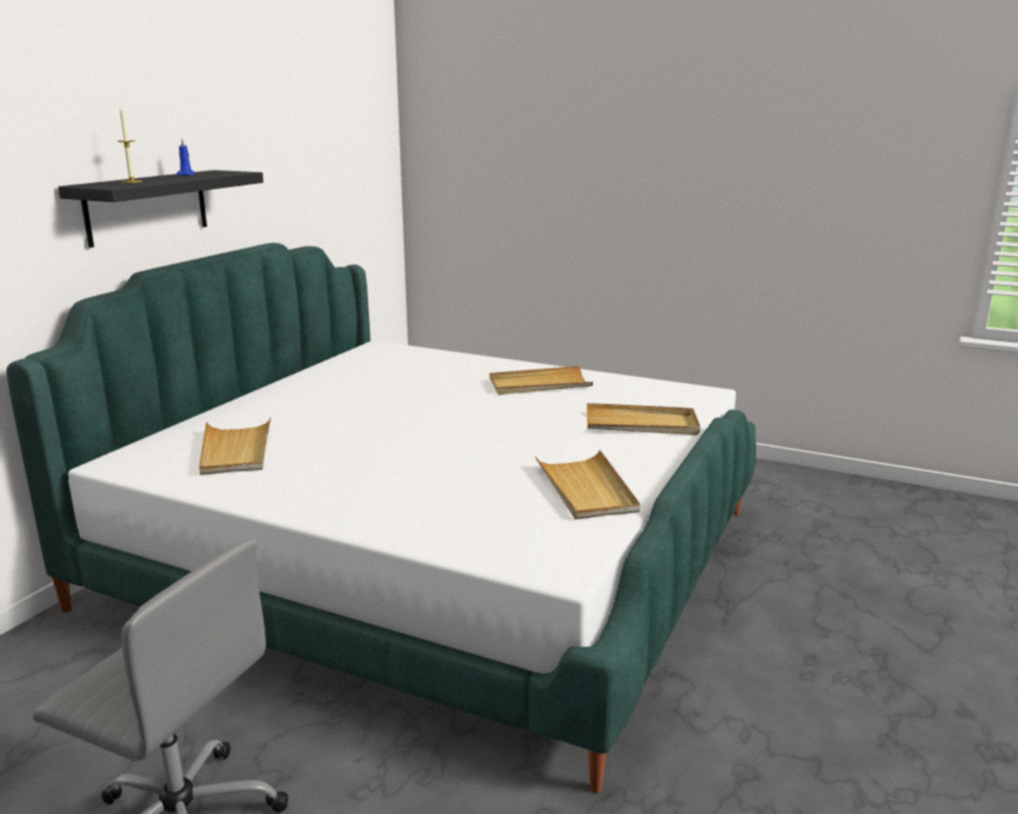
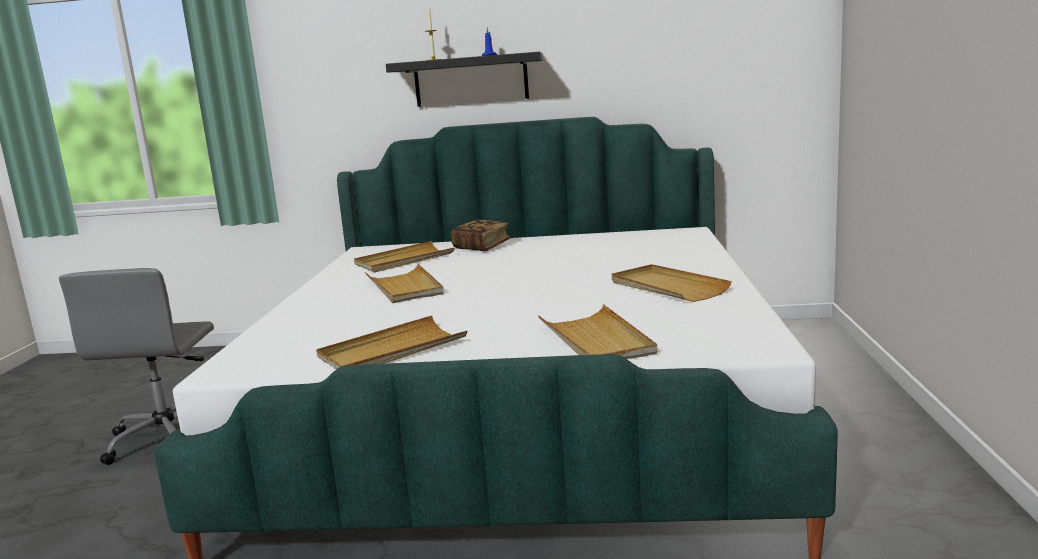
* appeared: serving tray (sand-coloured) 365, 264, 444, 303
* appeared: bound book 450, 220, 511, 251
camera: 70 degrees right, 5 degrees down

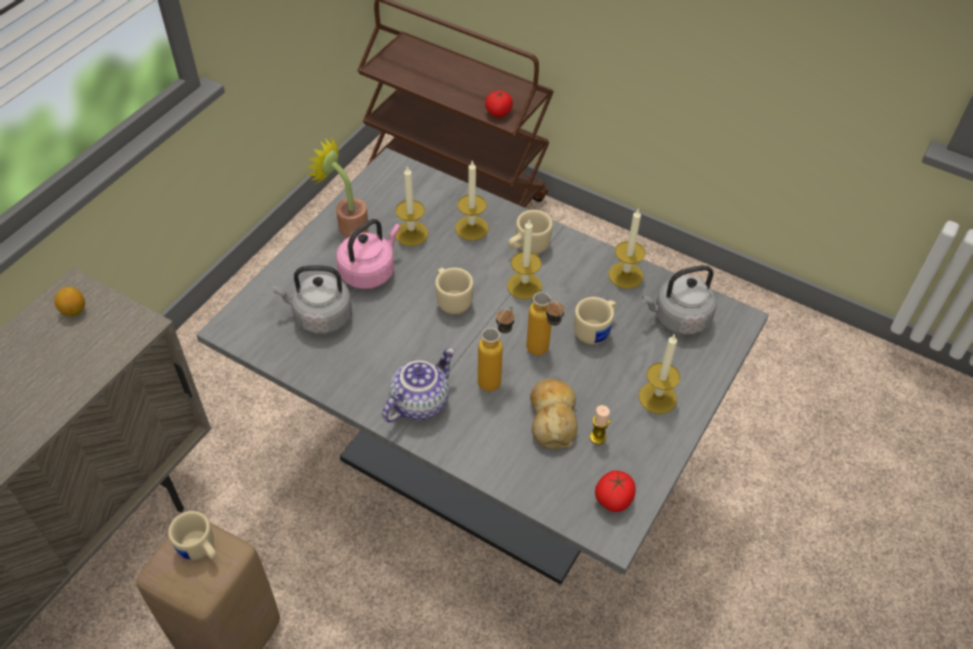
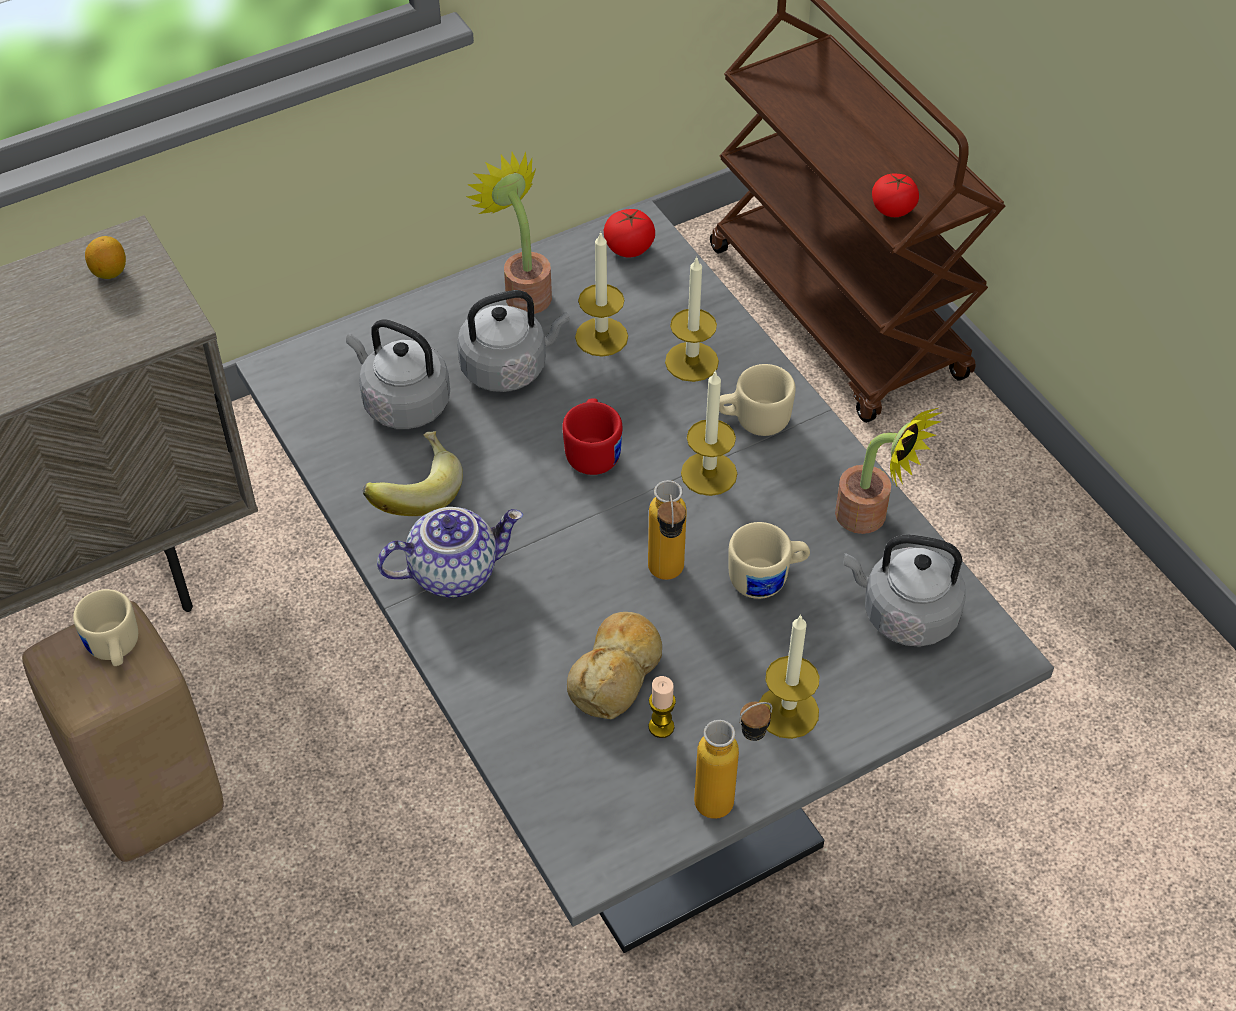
* appeared: banana 362, 431, 463, 516
* relocated: beverage bottle 478, 307, 514, 391 to 694, 702, 772, 819
* relocated: tomato 595, 470, 636, 512 to 604, 209, 655, 257
* exchanged: candle 608, 208, 645, 289 to houseplant 835, 408, 943, 534
* colour: water kettle (pinkish) 336, 219, 400, 289 to water kettle (greyish) 457, 290, 570, 392
* colour: mug (sand-coloured) 435, 268, 474, 314 to mug (red-coloured) 563, 398, 622, 475
camera: 30 degrees right, 0 degrees up

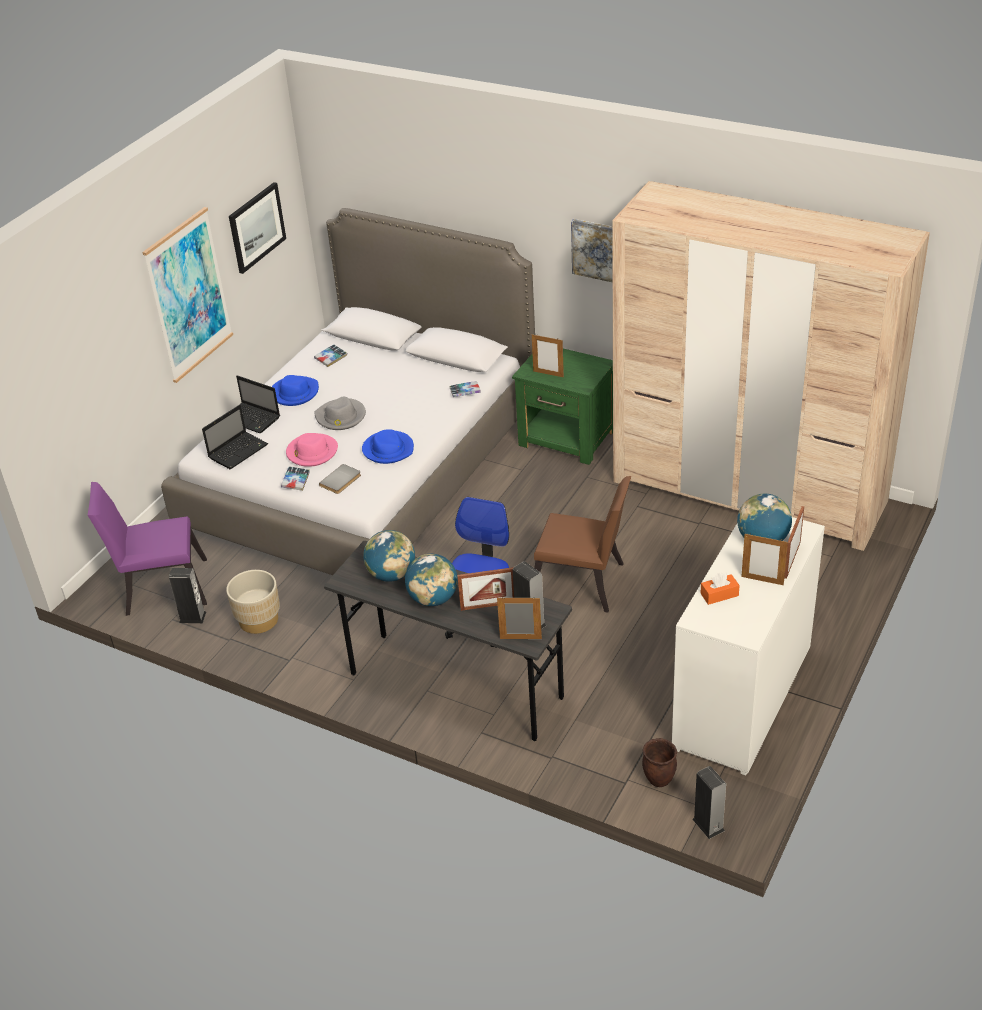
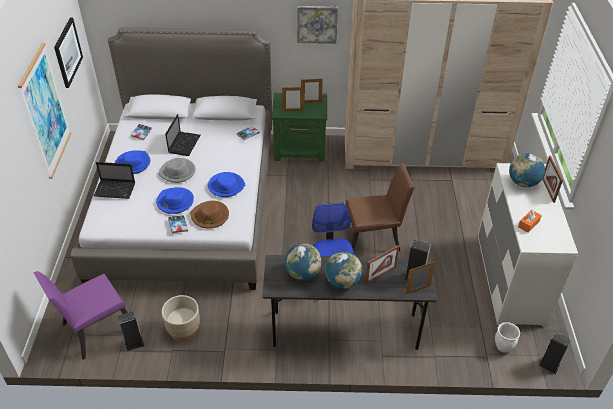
* relocated: notebook computer 202, 405, 268, 469 to 165, 114, 200, 156
* relocated: photo frame 741, 534, 788, 585 to 301, 79, 323, 103
* exchanged: bound book (greyish) 319, 464, 361, 494 to wearable hat (brown) 190, 201, 229, 229
* colour: wearable hat (pinkish) 286, 433, 338, 467 to wearable hat (blue-coloured) 156, 187, 194, 214
* colour: planter (brown) 642, 738, 677, 787 to planter (white) 495, 322, 520, 353
camera: 30 degrees left, 5 degrees up

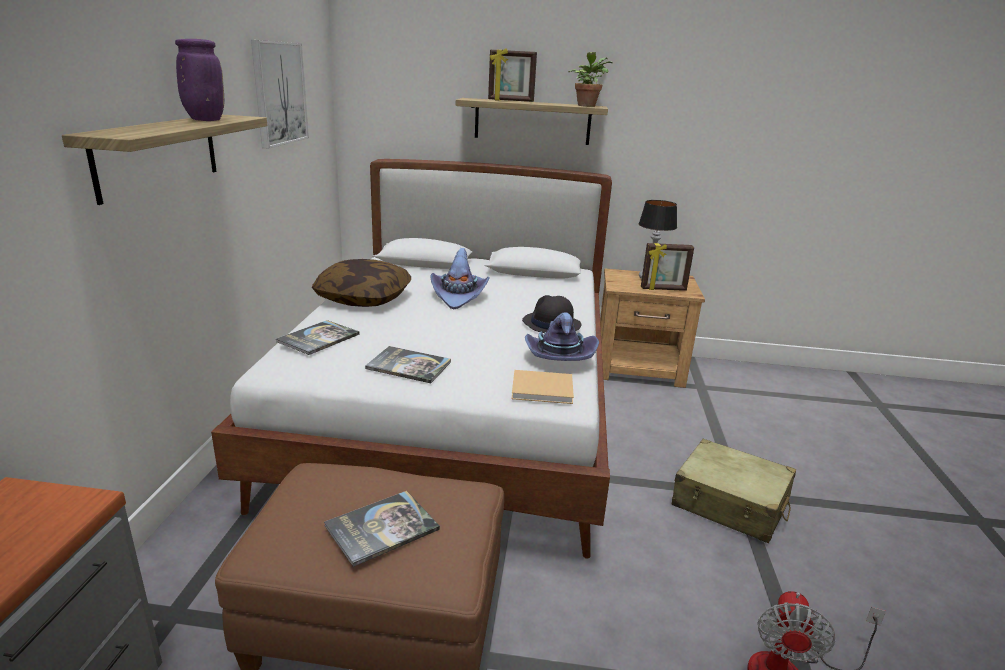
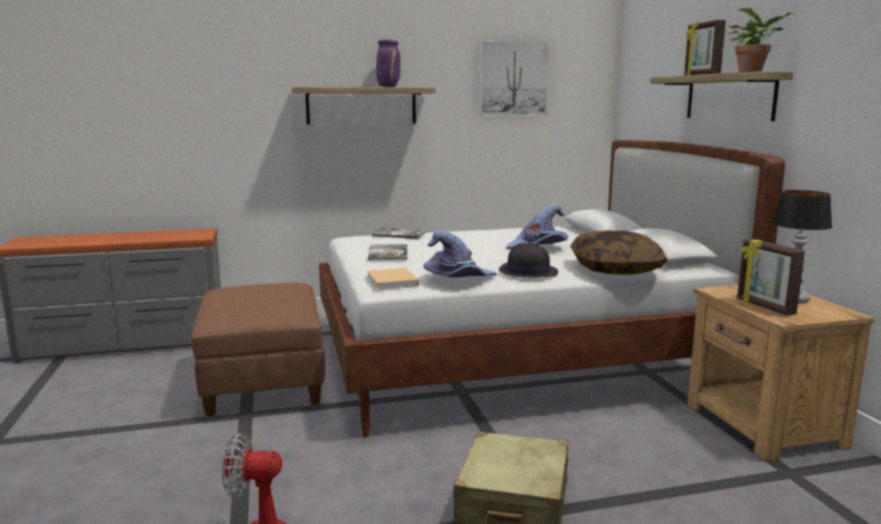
* missing: bound book 324, 491, 440, 567
* relocated: pillow 312, 259, 411, 307 to 570, 230, 667, 275
camera: 70 degrees right, 10 degrees down

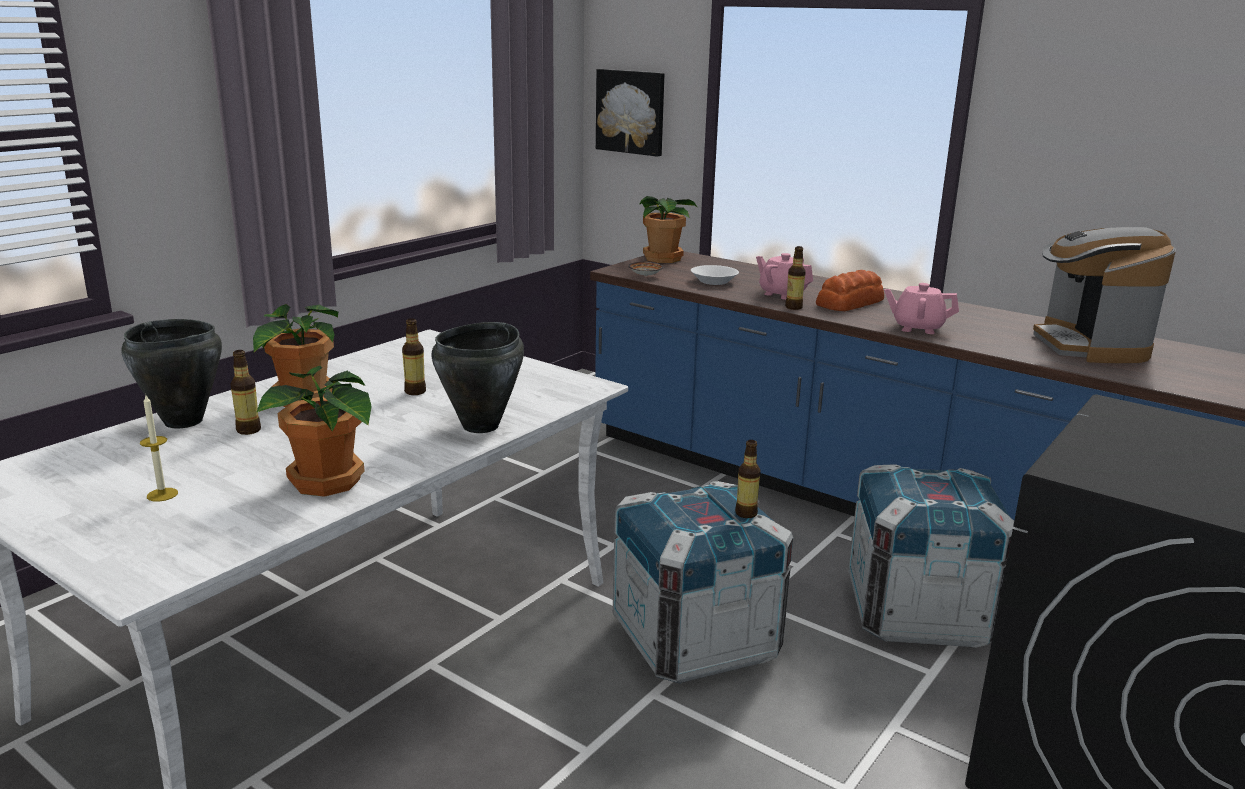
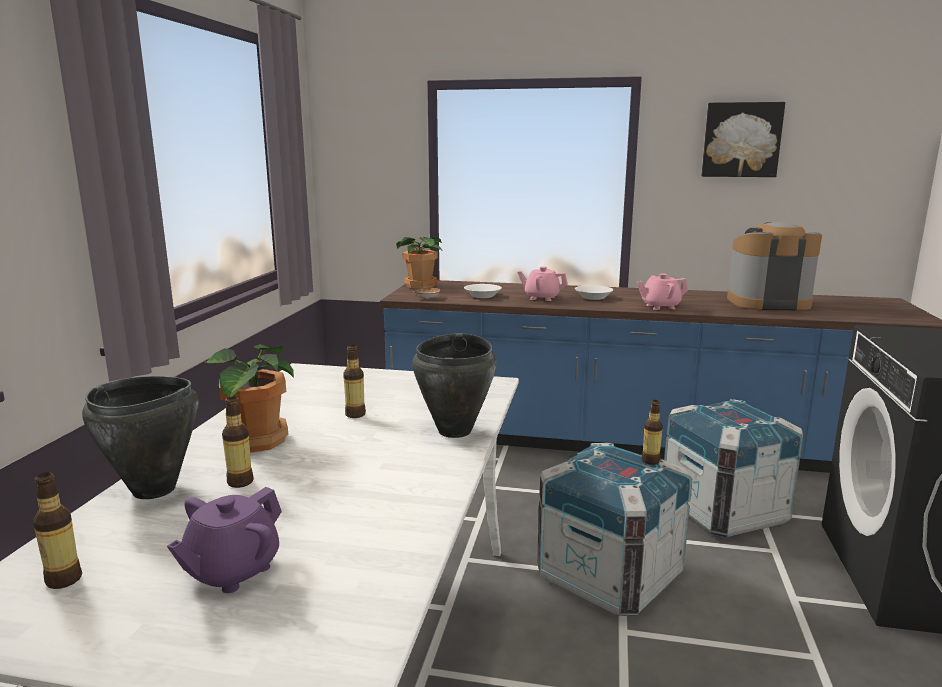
* missing: houseplant 257, 366, 372, 497
* relocated: wall picture 596, 69, 665, 157 to 701, 102, 785, 177
* relocated: beverage bottle 785, 246, 806, 310 to 33, 472, 82, 589
* exchanged: candle 140, 395, 178, 502 to pot for tea (purple) 167, 487, 282, 593
* exchanged: baked bread 816, 270, 884, 311 to serving bowl (white) 575, 285, 613, 300
* spun: coffee machine 1033, 227, 1176, 363 = 727, 222, 822, 310 120 degrees clockwise
camera: 25 degrees left, 5 degrees down

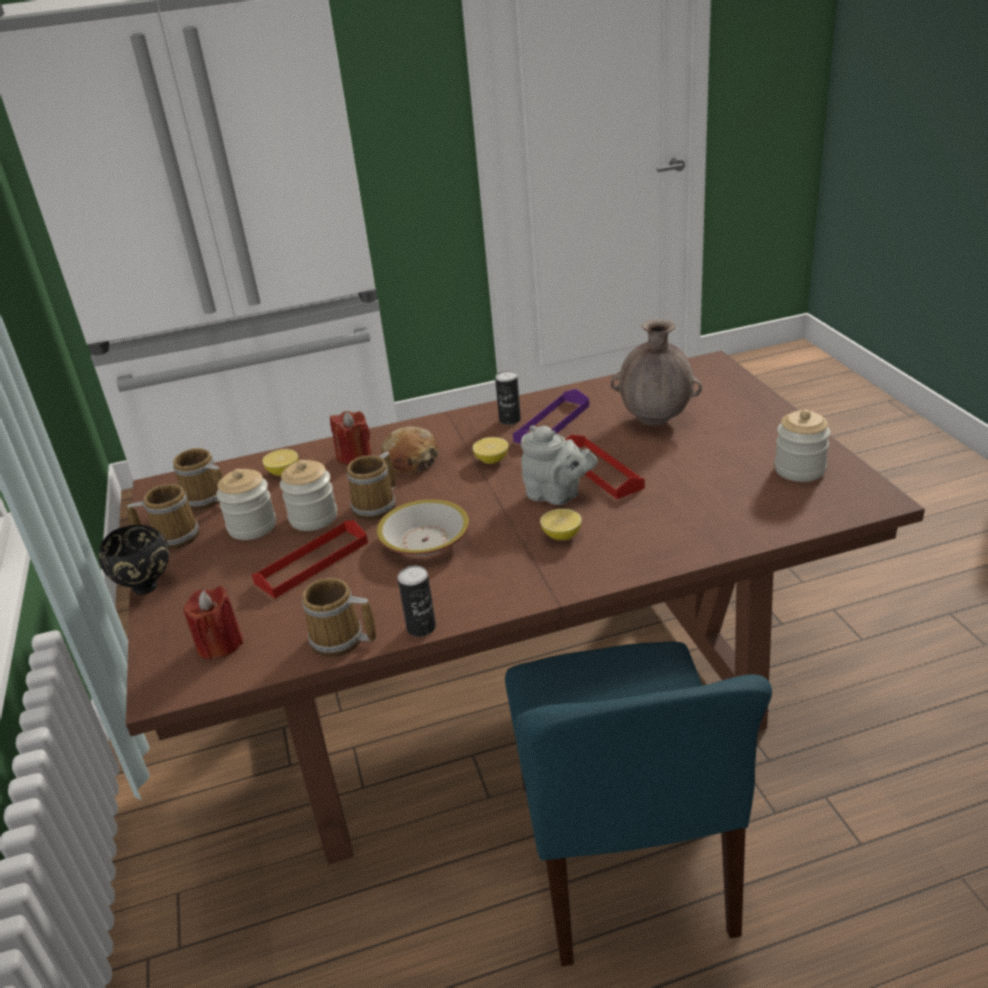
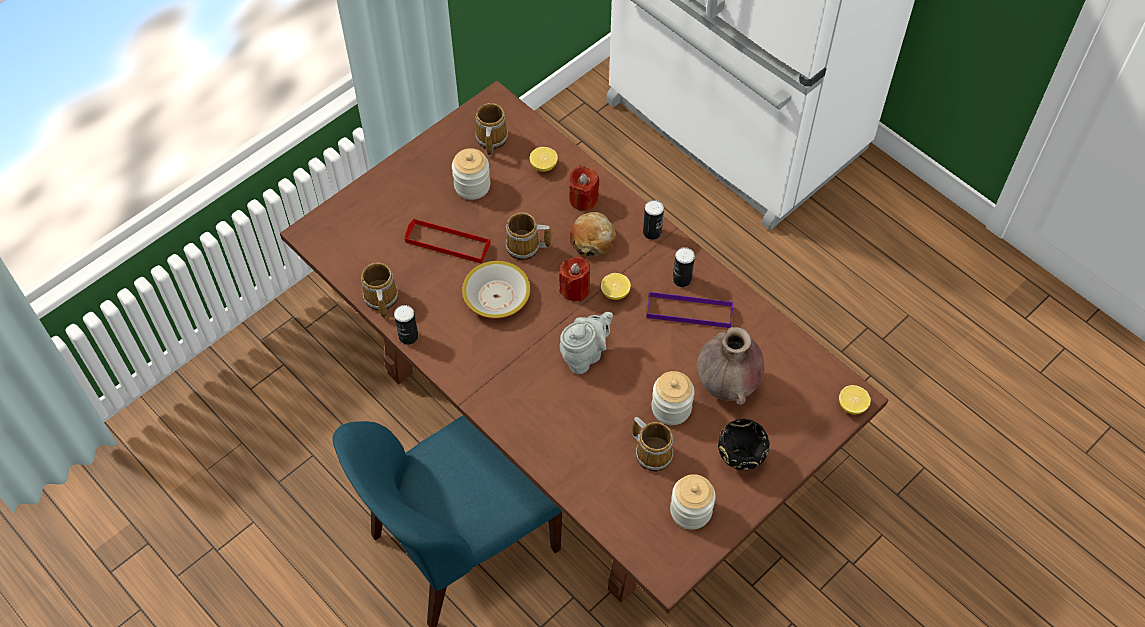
* missing: serving tray (red-coloured) 565, 434, 645, 499
* appeared: can 643, 200, 664, 240
* relocated: serving bowl (black) 99, 525, 170, 595 to 718, 419, 770, 471
* relocated: mug 126, 484, 199, 550 to 632, 417, 674, 472
* relocated: candle (red-coloured) 183, 586, 243, 661 to 559, 256, 590, 301
* relocated: jar 280, 460, 337, 531 to 651, 371, 694, 425
* relocated: lemon 540, 509, 582, 540 to 839, 385, 871, 415
* spun: pot for tea (greyish) 521, 425, 598, 505 = 560, 312, 613, 374 135 degrees counterclockwise
camera: 60 degrees right, 25 degrees up

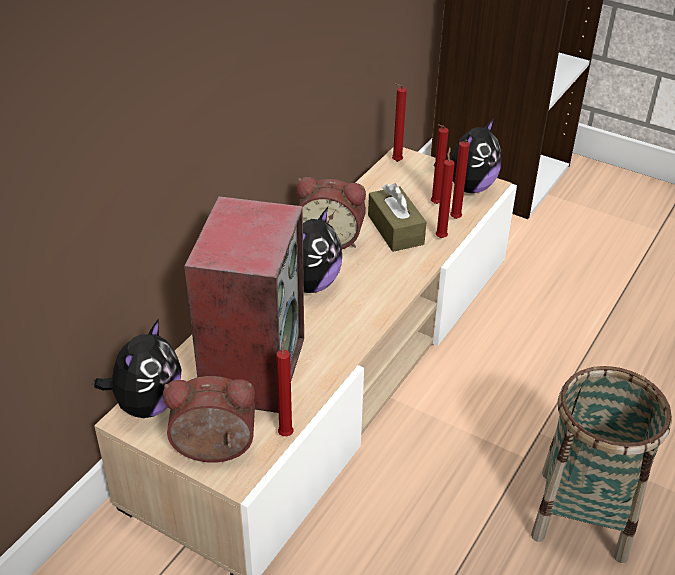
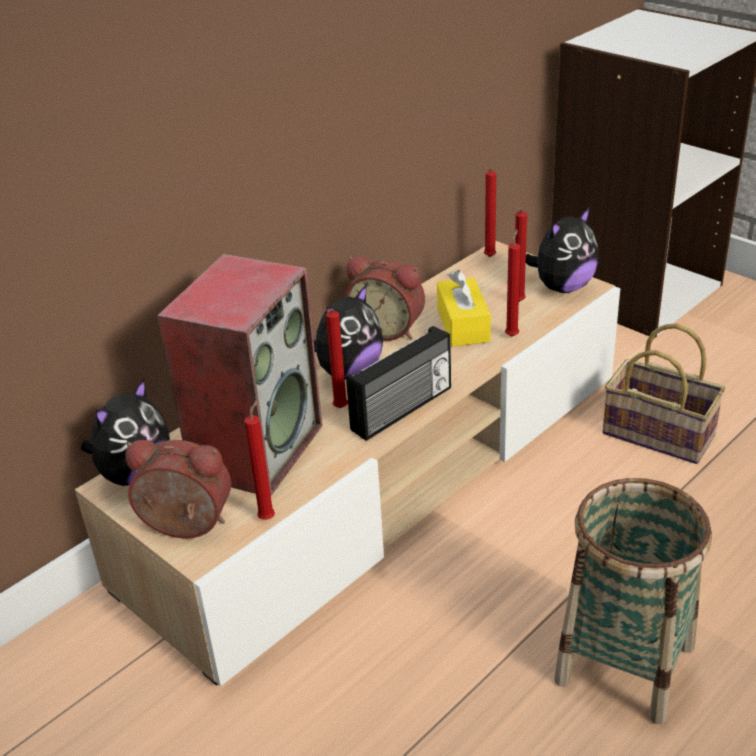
* appeared: radio receiver 346, 326, 451, 441
* appeared: basket 603, 323, 725, 464
* relocated: candle (red-coloured) 450, 140, 470, 219 to 326, 309, 348, 408
* colour: tissue holder (brown) 368, 183, 426, 252 to tissue holder (yellow) 437, 270, 491, 347
camera: 15 degrees right, 5 degrees down

